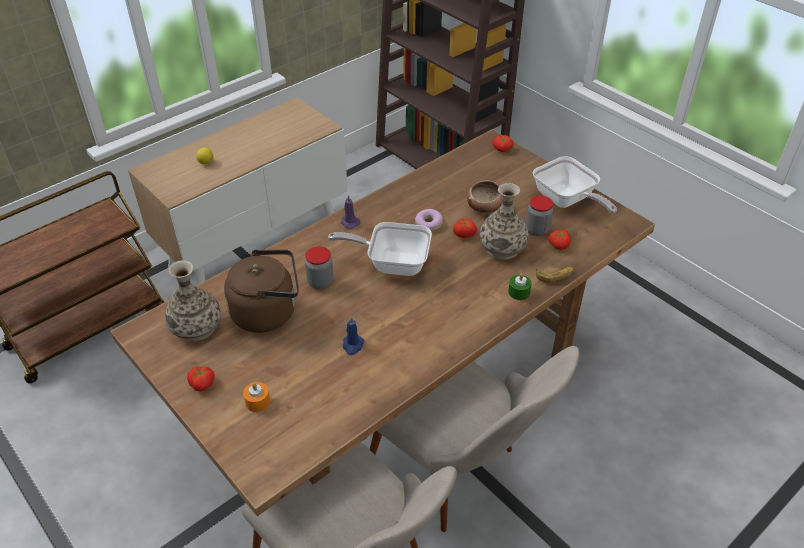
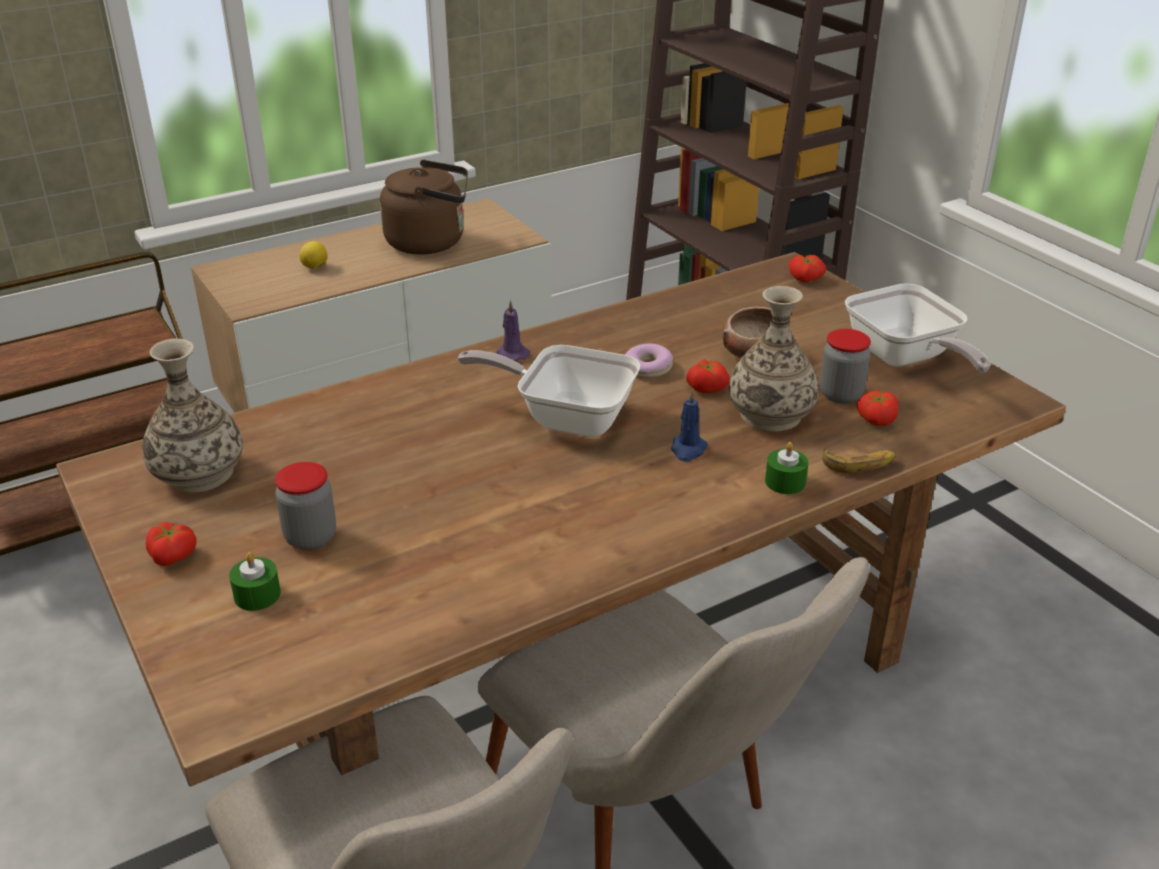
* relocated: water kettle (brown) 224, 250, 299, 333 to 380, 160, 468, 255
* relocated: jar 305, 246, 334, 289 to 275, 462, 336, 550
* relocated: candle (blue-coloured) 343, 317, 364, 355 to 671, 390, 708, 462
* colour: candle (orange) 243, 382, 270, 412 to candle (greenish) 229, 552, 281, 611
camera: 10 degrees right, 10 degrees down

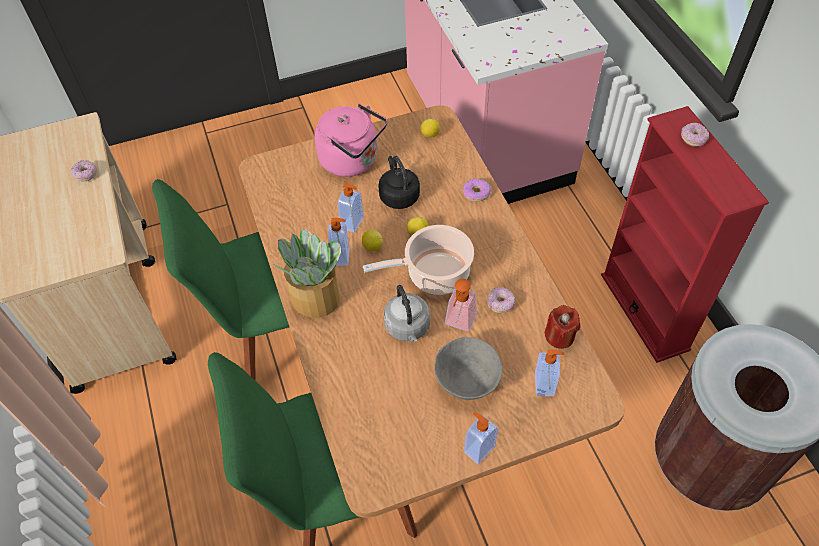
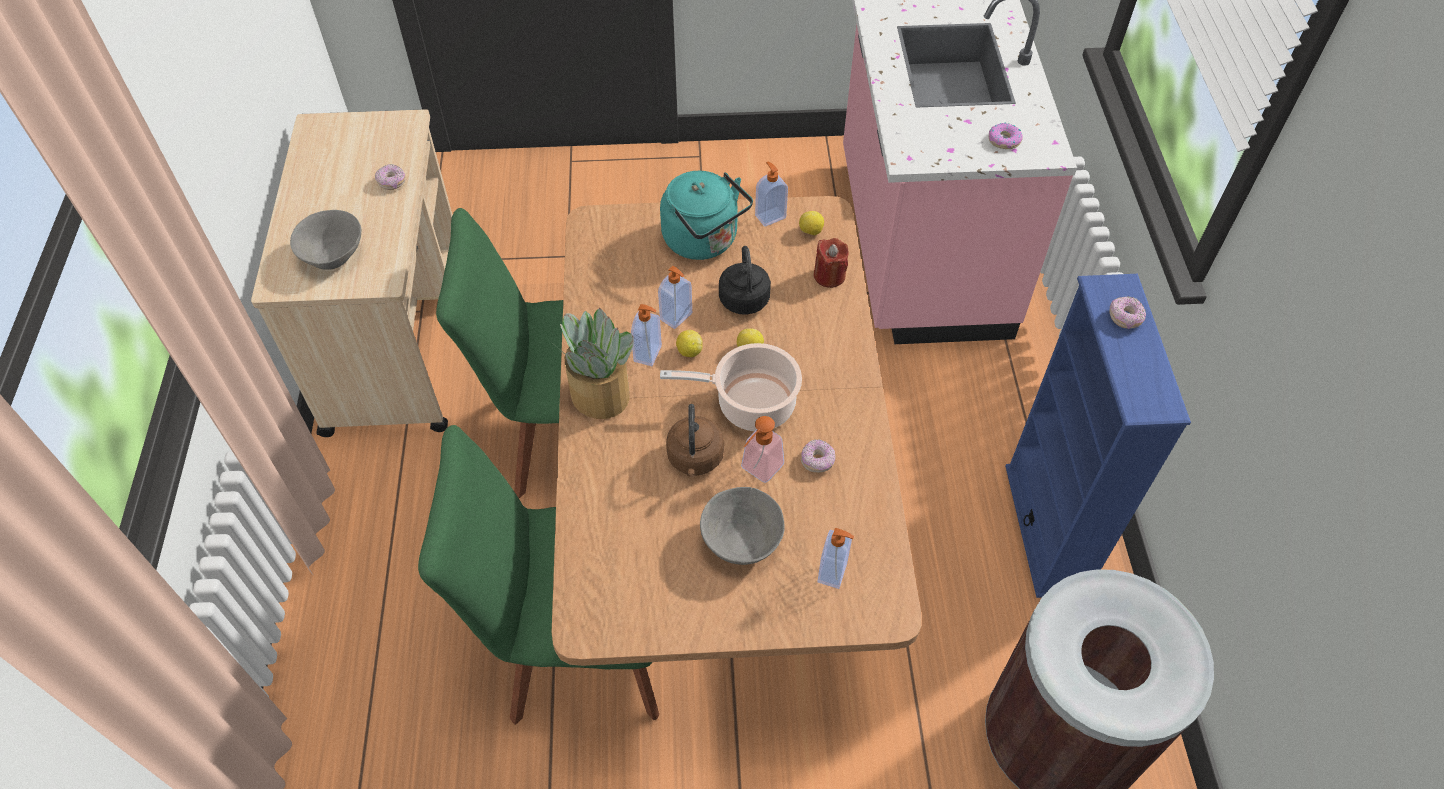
* appeared: serving bowl (greyish) 290, 210, 361, 270
* relocated: ring doughnut 463, 178, 491, 201 to 989, 123, 1023, 149
* relocated: soap dispenser 464, 412, 498, 464 to 755, 162, 788, 227
* relocated: candle (red-coloured) 544, 305, 581, 349 to 814, 238, 849, 288
* colour: water kettle (pinkish) 314, 103, 387, 177 to water kettle (blue-green) 660, 171, 753, 260
* colour: water kettle (greyish) 384, 285, 430, 342 to water kettle (brown) 666, 404, 724, 477
* colour: bookcase (red-coloured) 601, 106, 769, 363 to bookcase (blue-coloured) 1005, 274, 1191, 598
camera: 15 degrees right, 0 degrees up

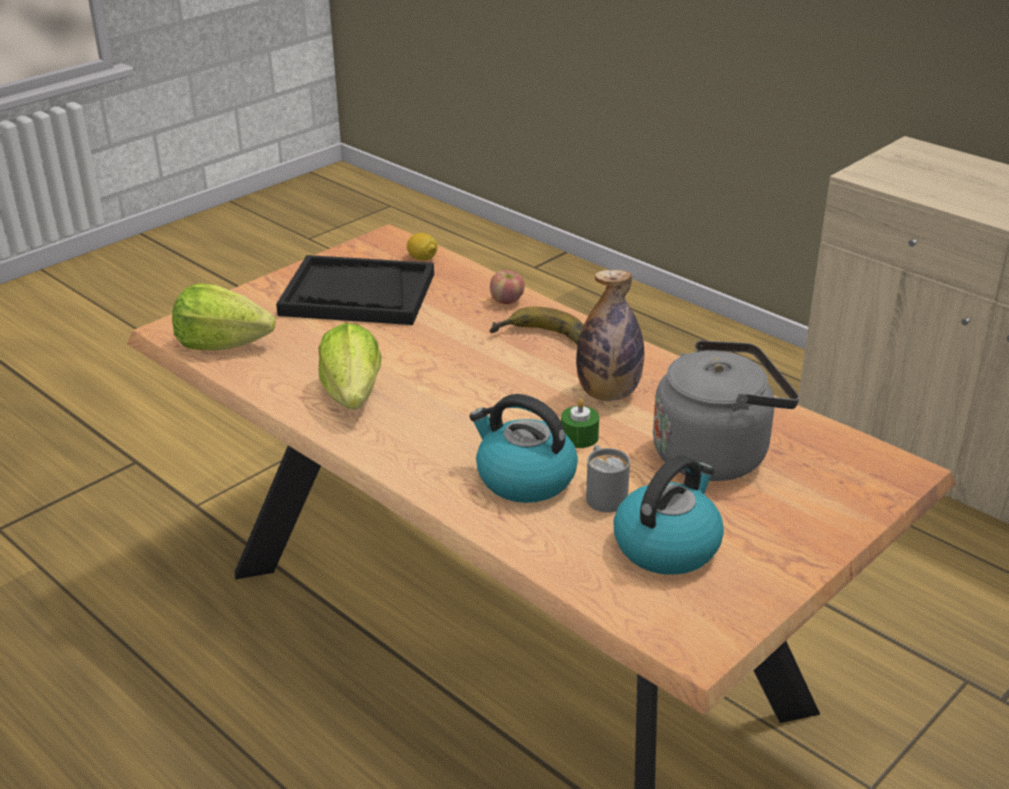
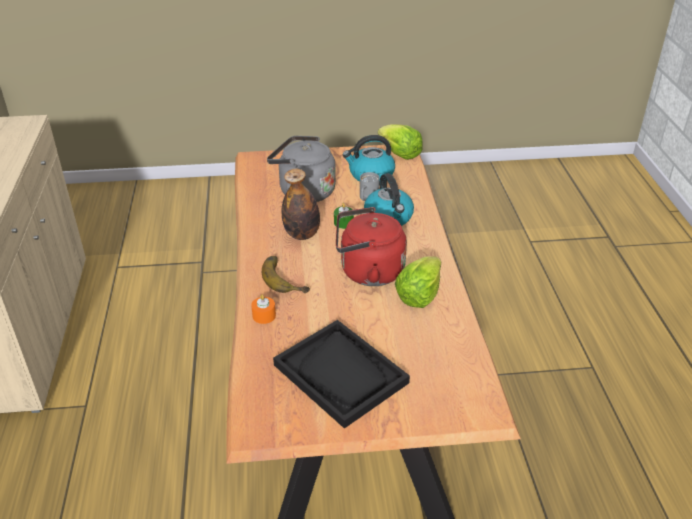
* missing: lemon 407, 233, 437, 261
* appeared: water kettle (red-coloured) 336, 207, 407, 286
* relocated: lettuce 172, 283, 276, 351 to 378, 124, 423, 160
* exchanged: apple fruit 490, 270, 525, 304 to candle (orange) 251, 294, 276, 324
camera: 140 degrees left, 5 degrees up

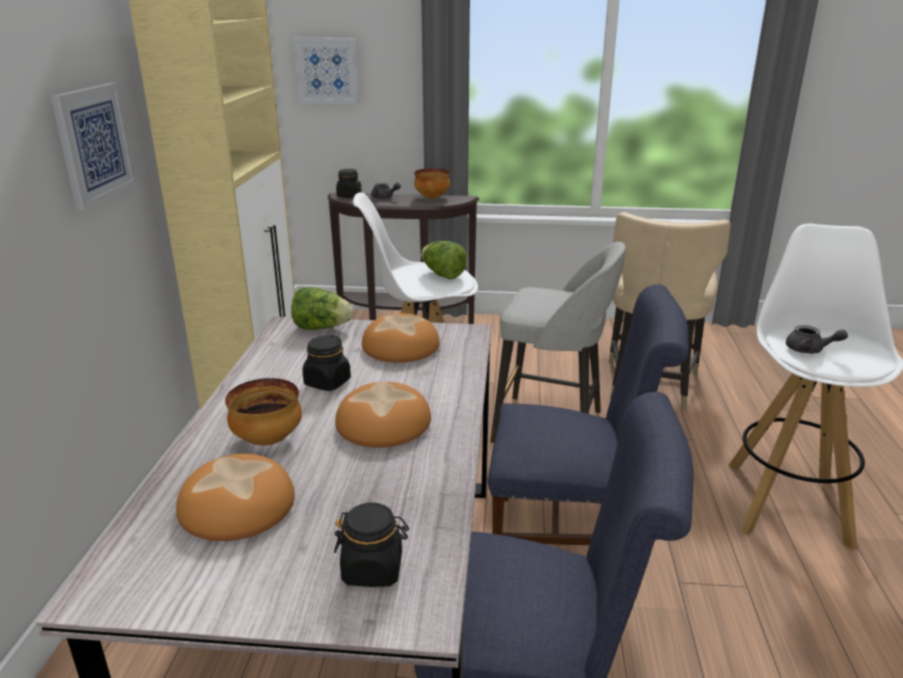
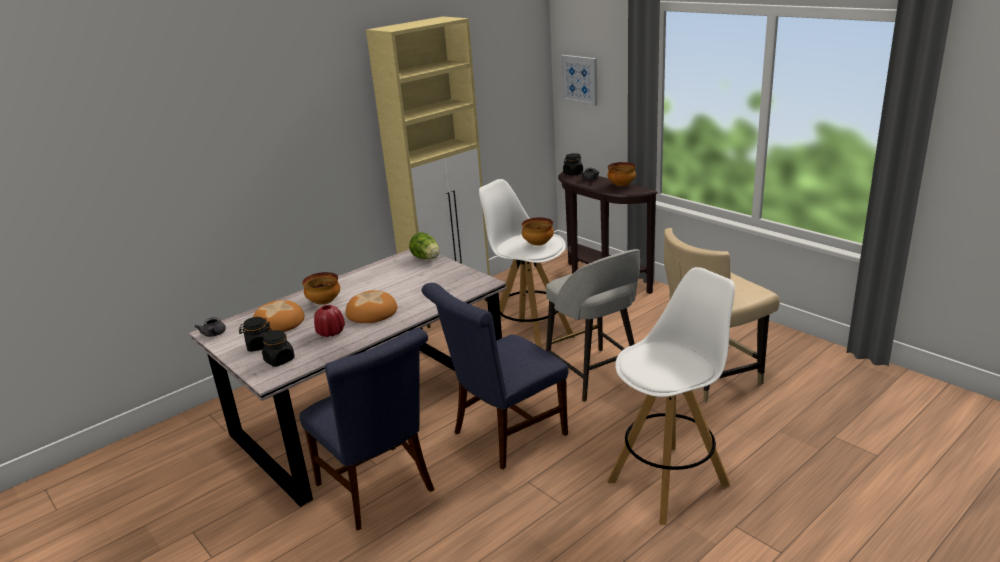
* missing: wall picture 51, 83, 137, 210
* missing: baked bread 362, 313, 440, 363
* appeared: vase (red-coloured) 314, 305, 345, 337
* relocated: jar (black) 302, 335, 351, 391 to 239, 317, 272, 352
* relocated: pot for tea (greyish) 786, 325, 848, 354 to 194, 317, 226, 337
* exchanged: lettuce 421, 241, 467, 279 to serving bowl 522, 217, 554, 246
* spun: upright chair (blue-coloured) 488, 284, 688, 545 = 422, 283, 569, 470 90 degrees clockwise
camera: 45 degrees right, 0 degrees up

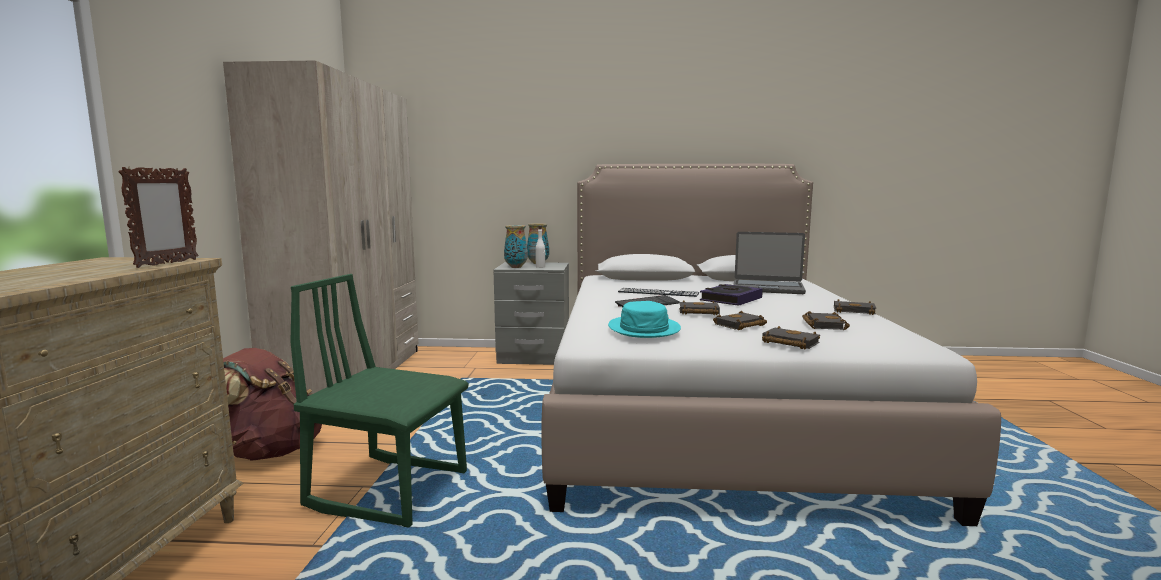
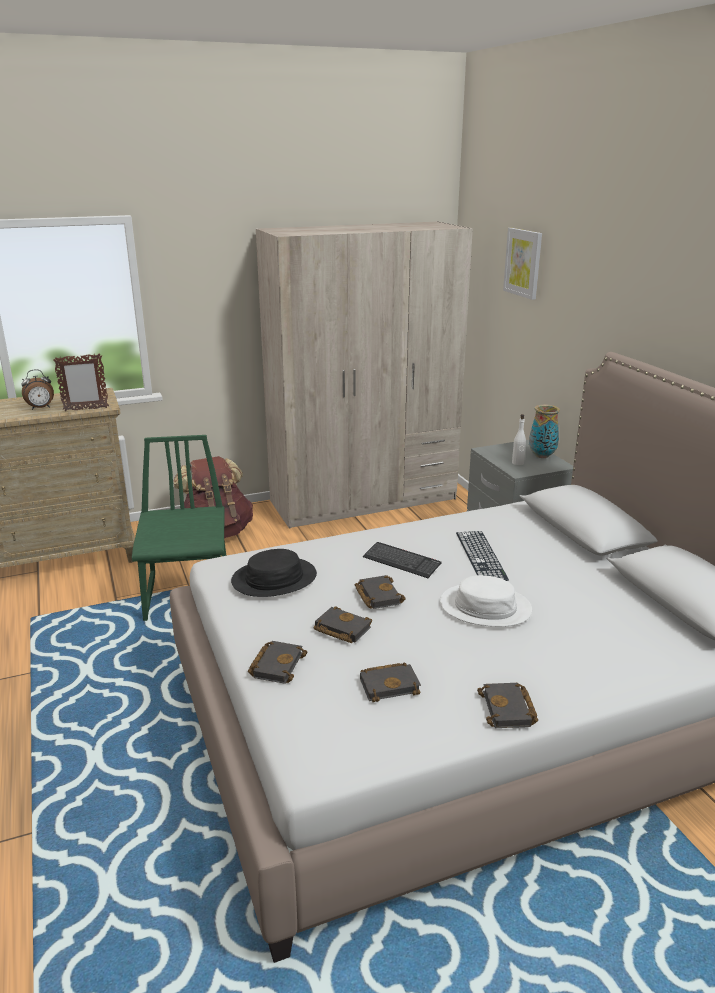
* missing: vase 504, 225, 528, 268
* missing: notebook computer 733, 232, 806, 294
* appeared: table clock 22, 370, 54, 410
* appeared: wall picture 503, 228, 542, 300
* exchanged: bound book 700, 284, 763, 306 to wearable hat (white) 440, 575, 532, 627
* colour: wearable hat (blue-green) 608, 301, 681, 338 to wearable hat (black) 231, 549, 317, 597
camera: 65 degrees right, 15 degrees up

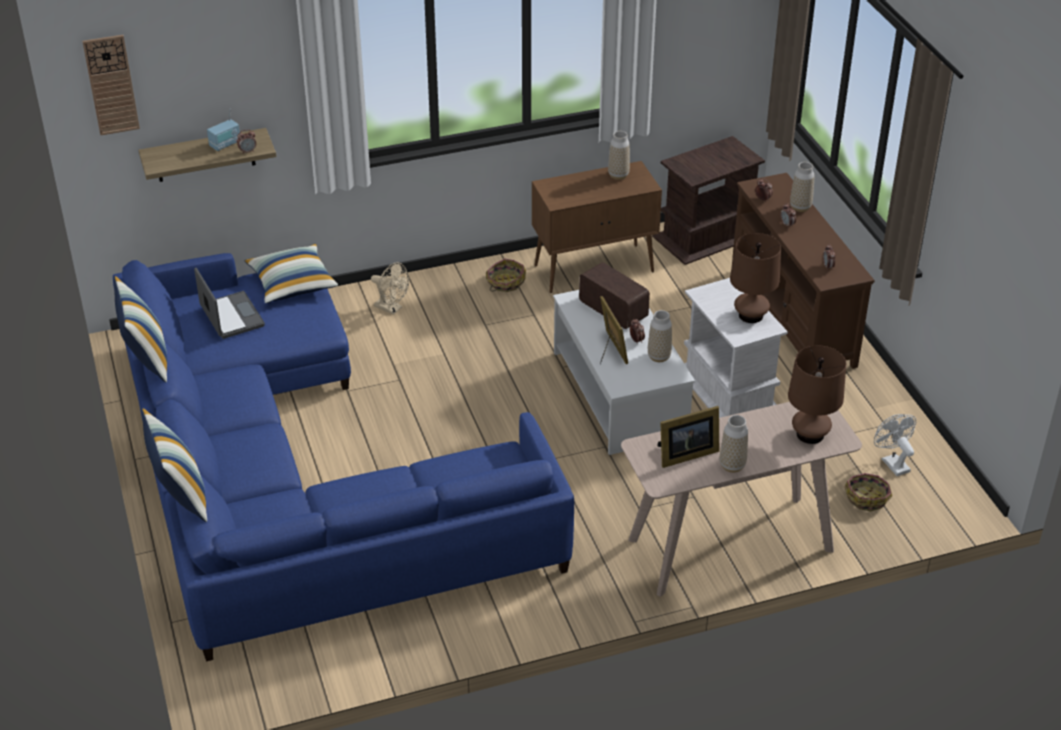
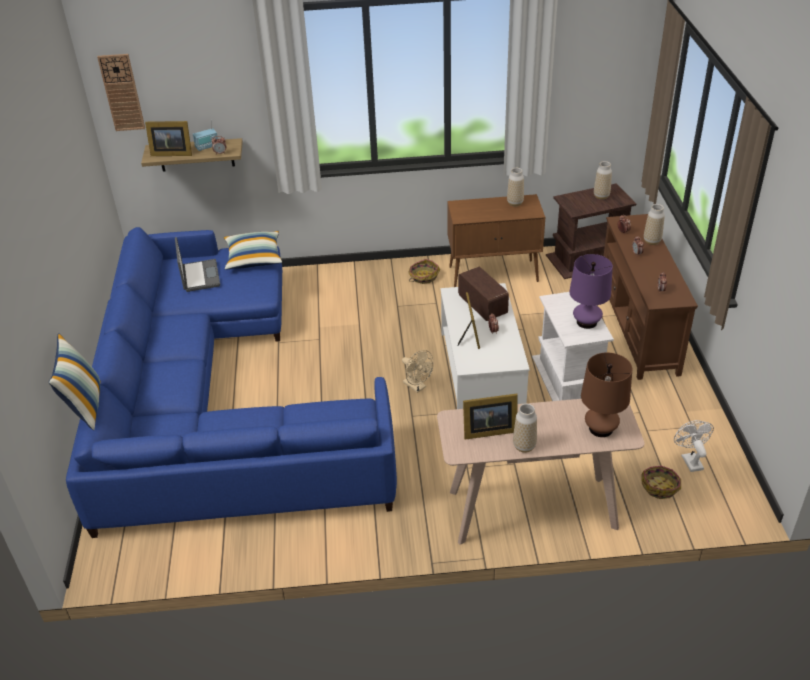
* missing: pillow 114, 276, 167, 382
* appeared: photo frame 145, 121, 192, 156
* relocated: cooling fan (sand-coloured) 371, 262, 409, 315 to 402, 350, 433, 393
* relocated: vase 648, 310, 672, 362 to 594, 161, 612, 200
* colour: table lamp (brown) 730, 233, 781, 323 to table lamp (purple) 569, 254, 613, 329
camera: 15 degrees right, 0 degrees up

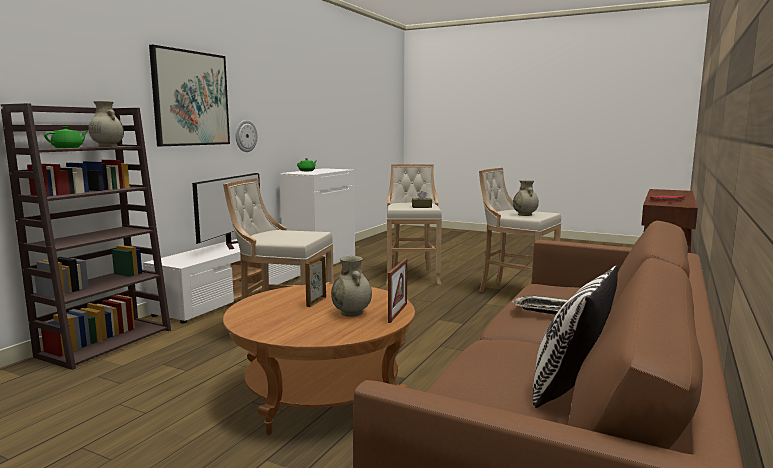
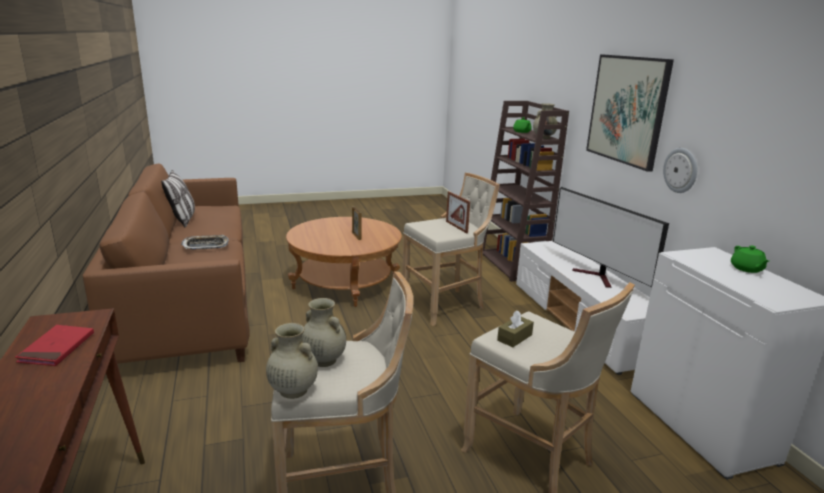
* relocated: vase (sand-coloured) 331, 256, 372, 317 to 266, 323, 318, 399
* relocated: photo frame 388, 259, 407, 323 to 446, 191, 470, 234
camera: 135 degrees right, 10 degrees up

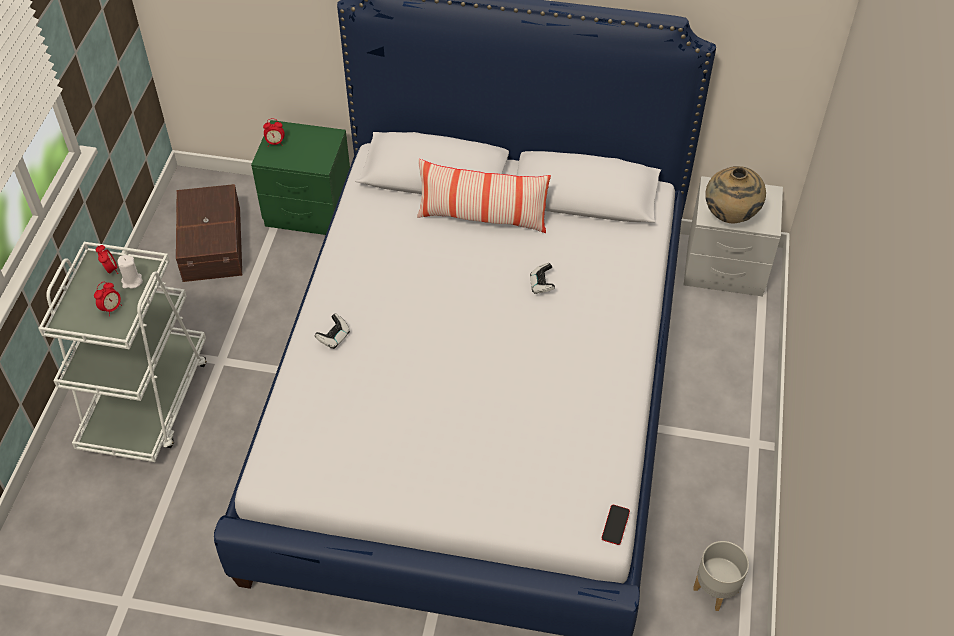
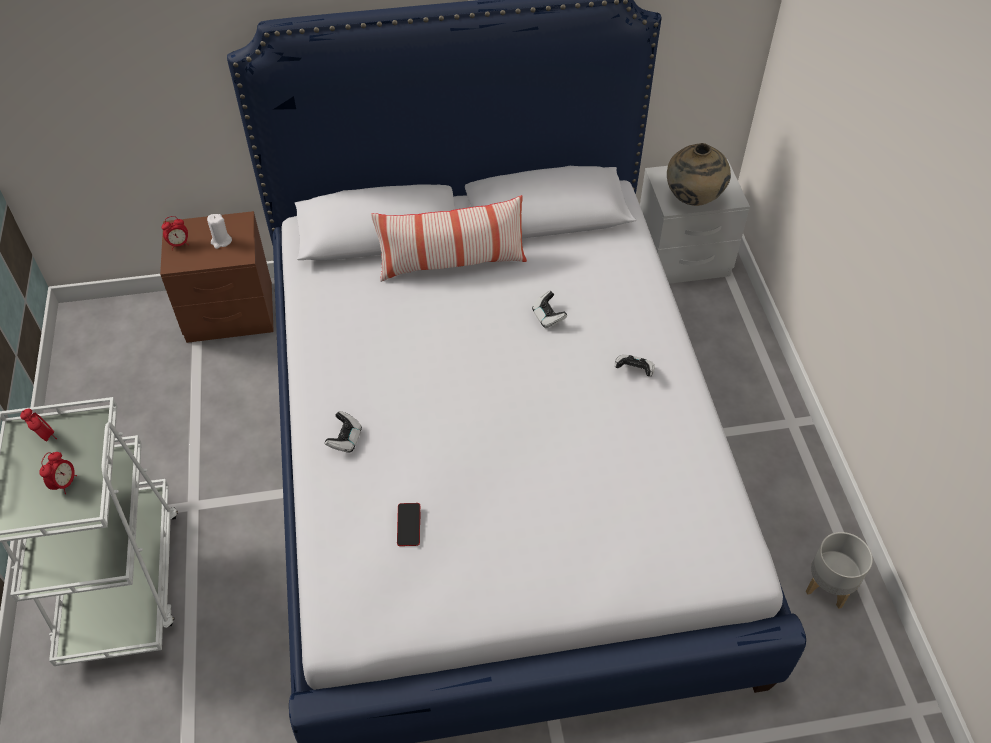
* missing: storage bin (brown) 176, 184, 242, 282
* appeared: joypad 614, 354, 655, 376
* relocated: candle (white) 118, 255, 143, 289 to 207, 214, 232, 249
* relocated: handset 602, 505, 630, 545 to 397, 503, 420, 546
* colour: night table (greenish) 251, 120, 350, 235 to night table (brown) 160, 211, 274, 343
camera: 20 degrees left, 0 degrees up

